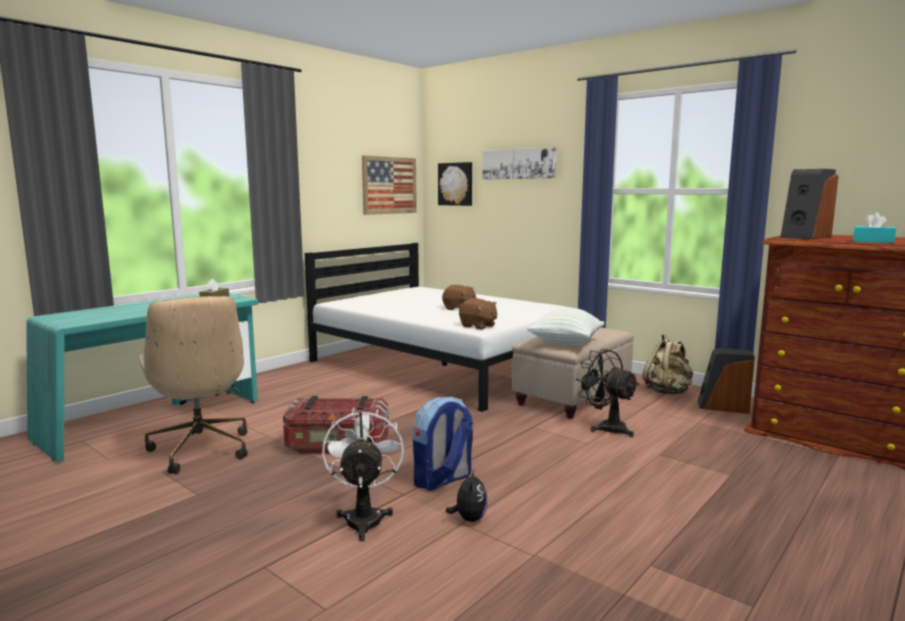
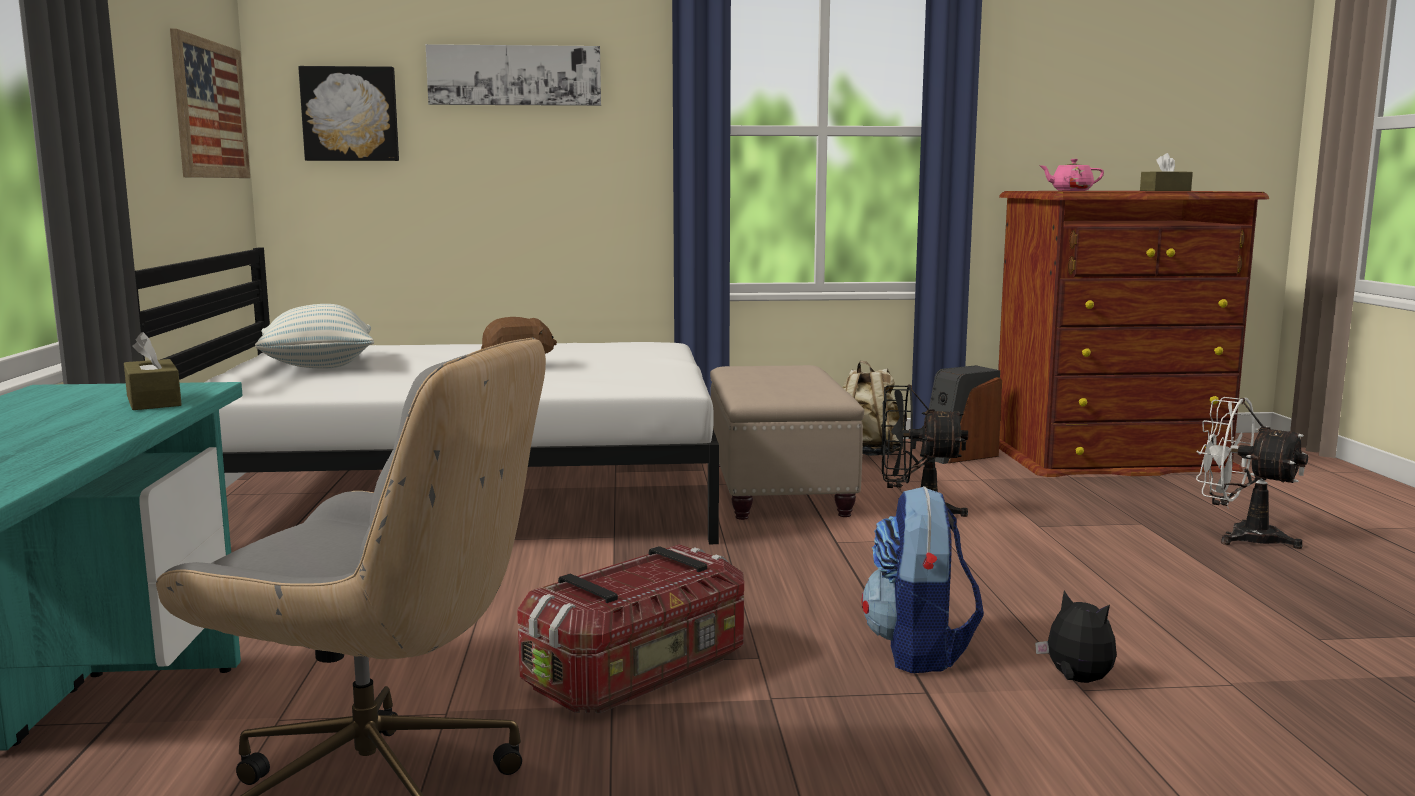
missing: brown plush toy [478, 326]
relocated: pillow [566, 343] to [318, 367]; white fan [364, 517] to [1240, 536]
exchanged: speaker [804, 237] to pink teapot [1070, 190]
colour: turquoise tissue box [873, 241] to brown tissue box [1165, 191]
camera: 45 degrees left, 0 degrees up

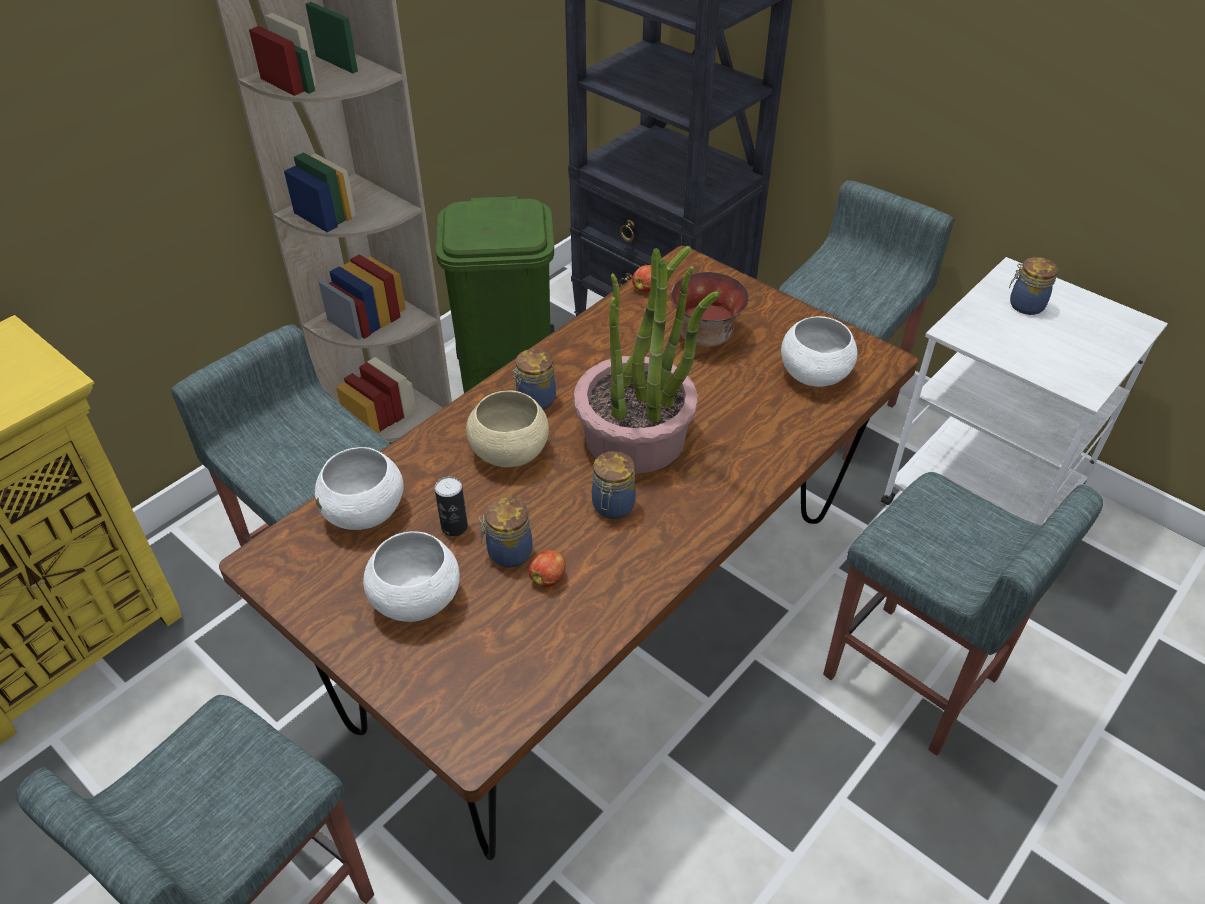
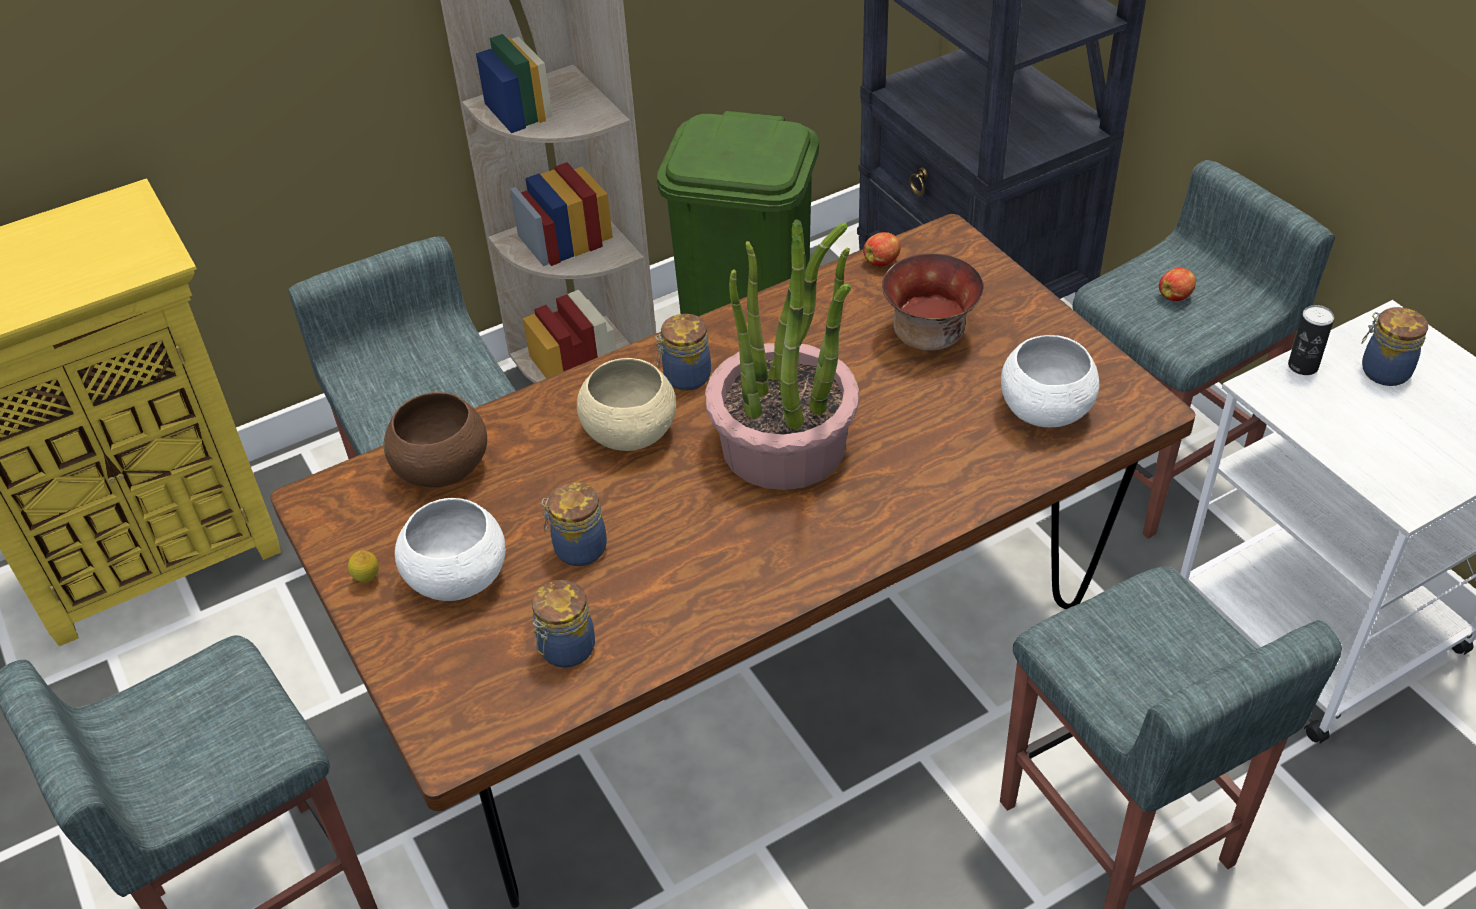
appeared: lemon [367, 580]
relocated: jar [612, 507] to [565, 650]; apple [548, 578] to [1175, 296]; can [454, 527] to [1303, 366]
colour: white bowl [365, 512] to brown bowl [443, 469]
camera: 20 degrees right, 0 degrees up

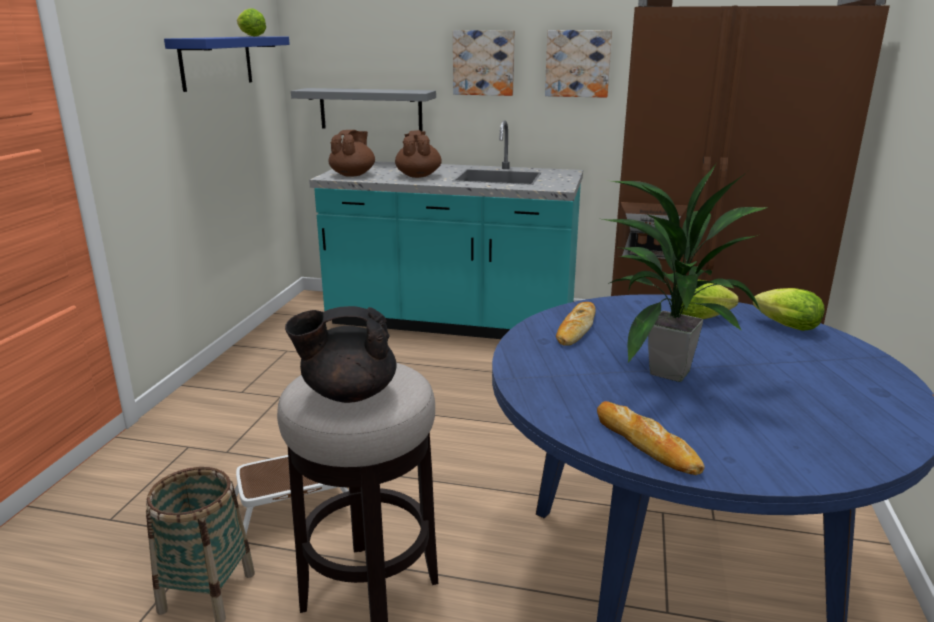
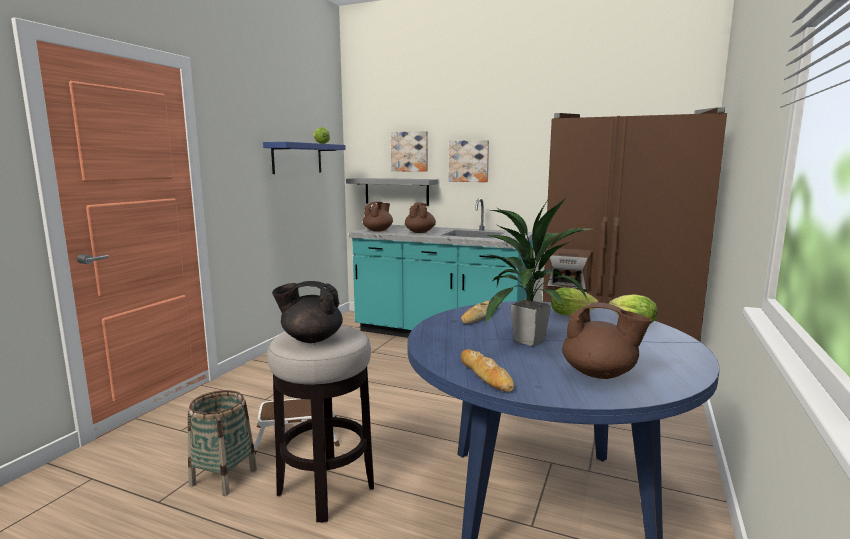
appeared: brown teapot [600, 374]
relocated: picture [578, 63] to [410, 151]
camera: 10 degrees right, 10 degrees down

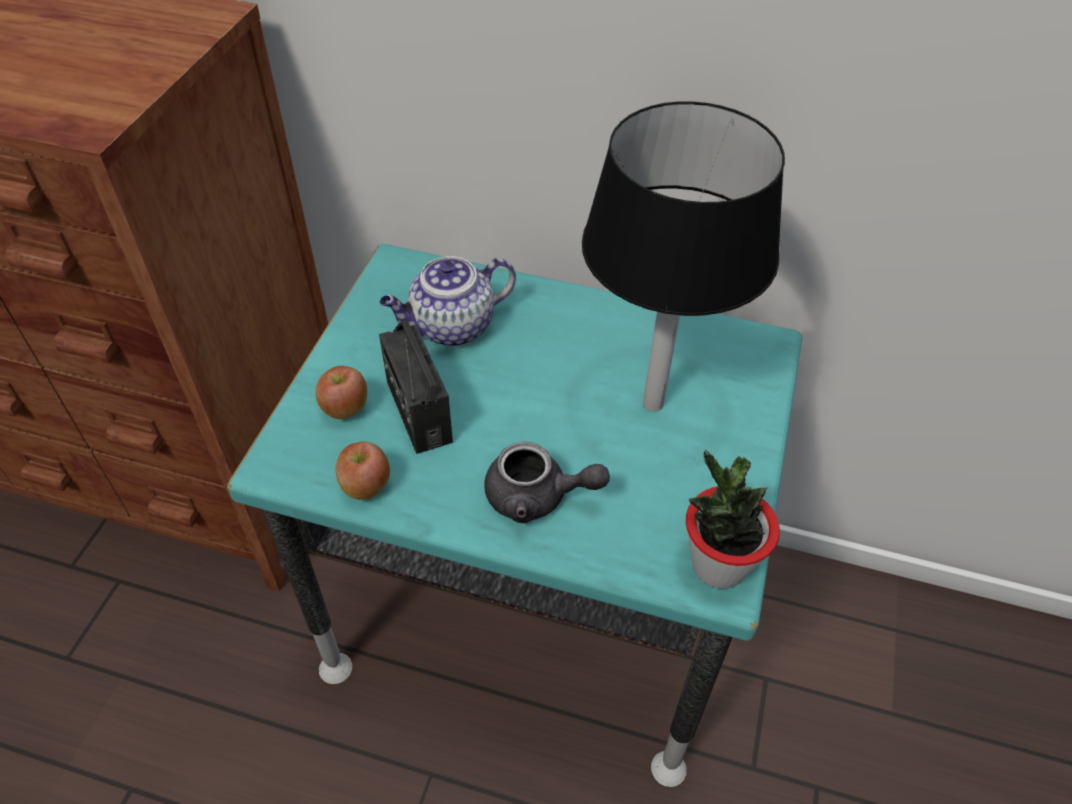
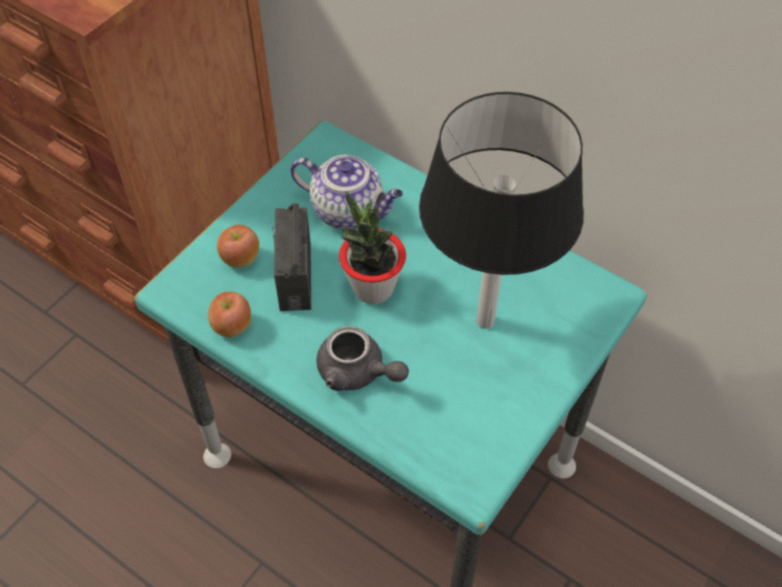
relocated: potted plant [718, 564] to [372, 288]
spun: teapot [451, 327] = [349, 211] 150 degrees counterclockwise
camera: 20 degrees right, 5 degrees up

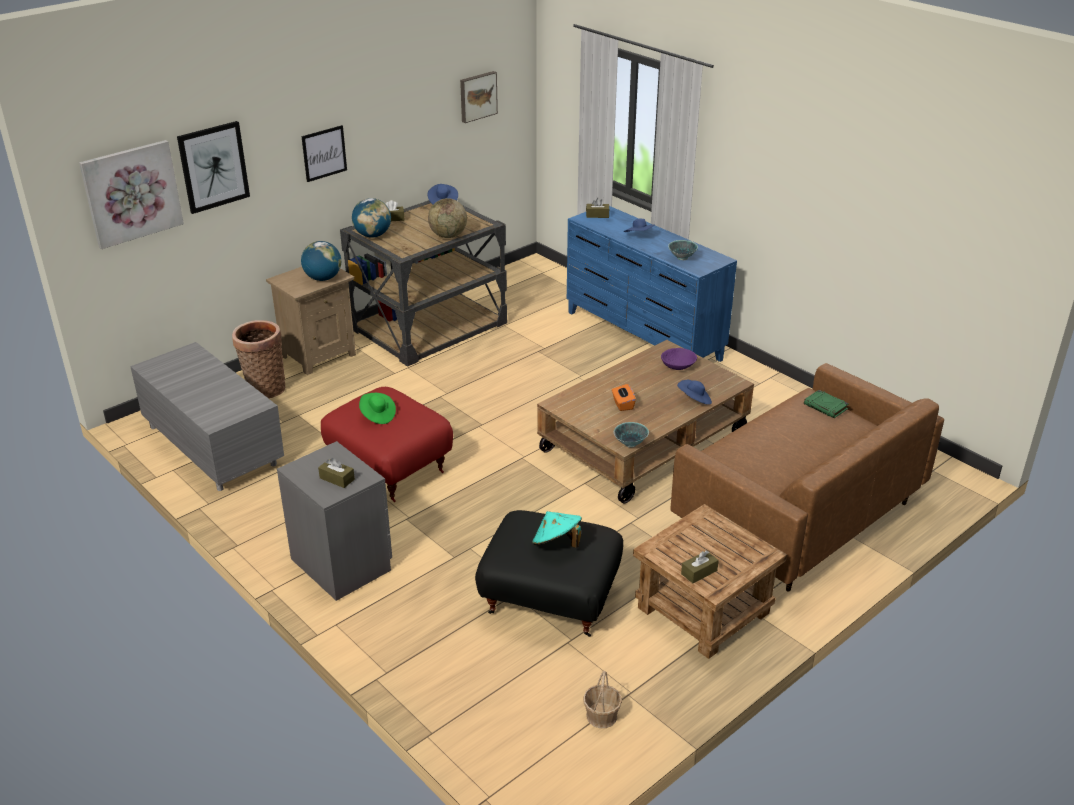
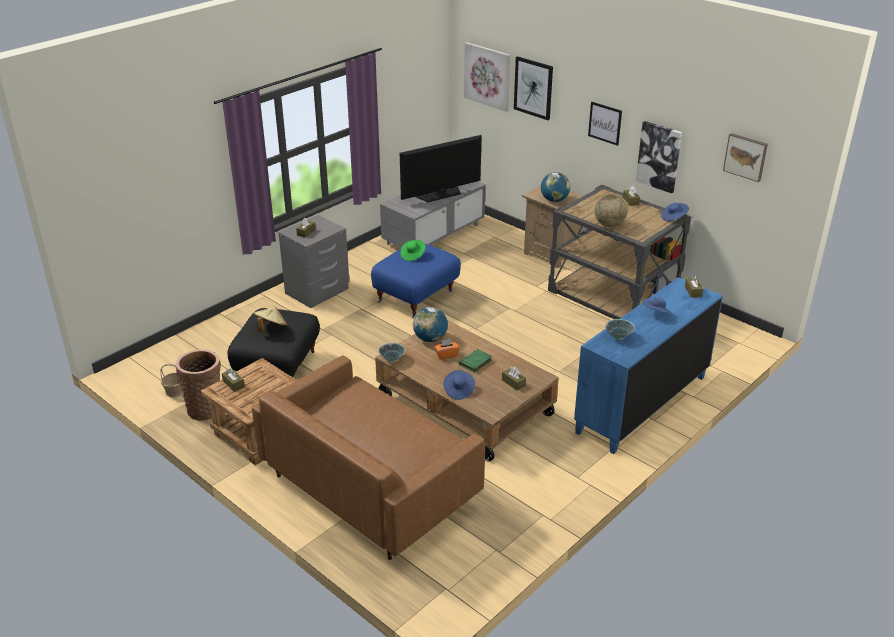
appeared: television [440, 195]; picture [659, 156]
relocated: basket [264, 388] to [205, 408]; globe [373, 235] to [430, 339]; green book [826, 407] to [475, 363]
exchanged: purple bowl [678, 365] to brown tissue box [513, 383]
colour: turquoise hat [556, 544] to beige hat [271, 329]; red ottoman [391, 467] to blue ottoman [416, 297]
camera: 85 degrees right, 0 degrees up

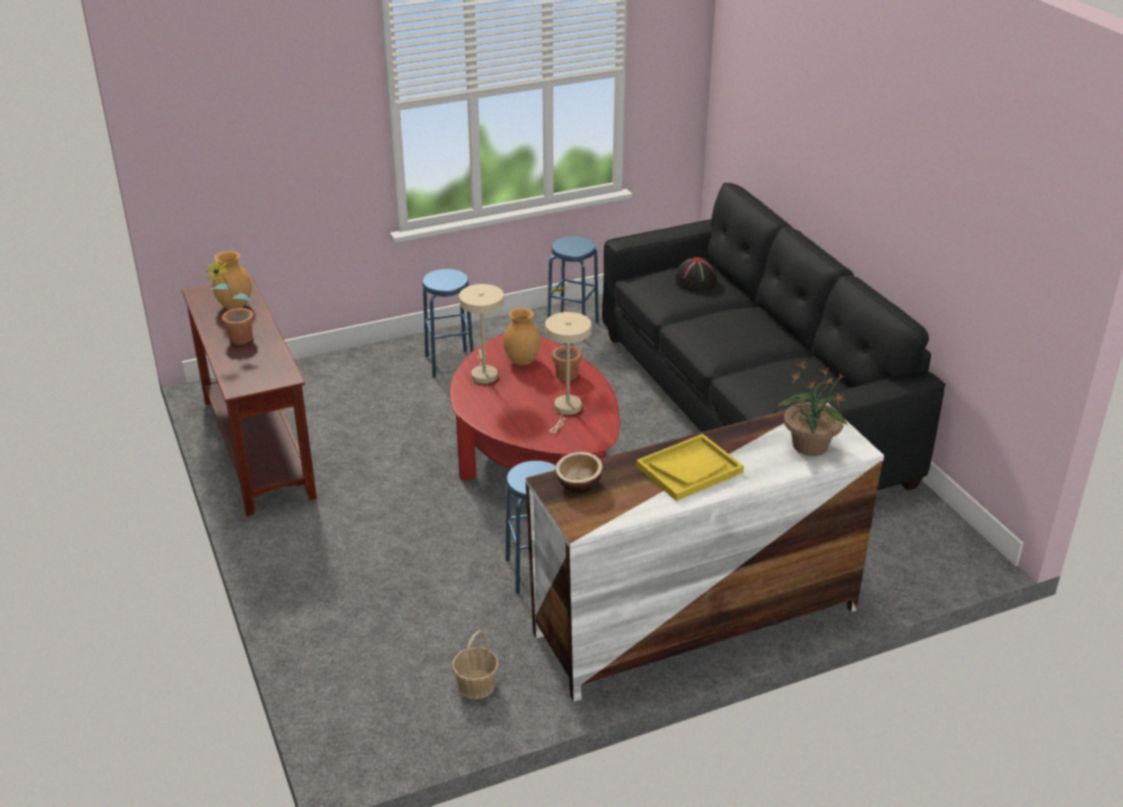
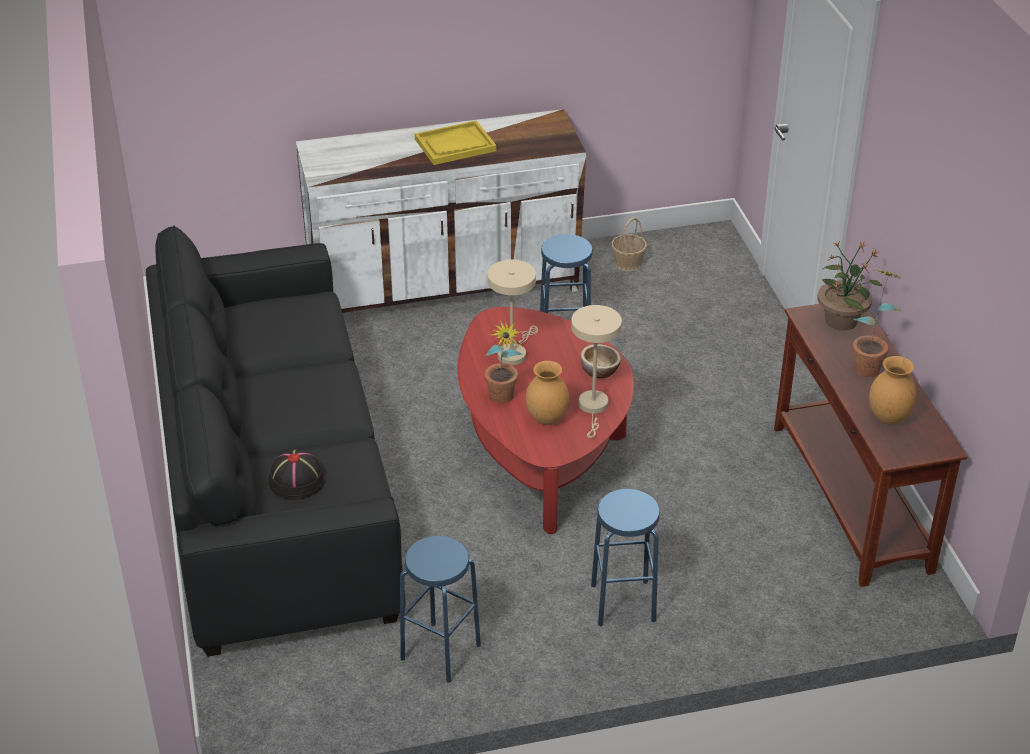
relocated: bowl [579, 484] to [599, 370]; potted plant [809, 446] to [841, 320]
camera: 170 degrees left, 5 degrees up

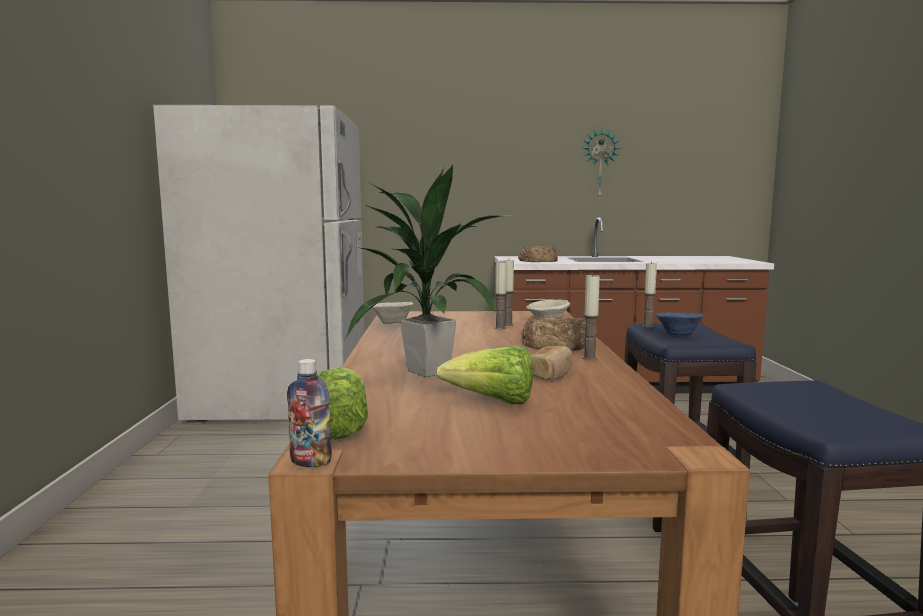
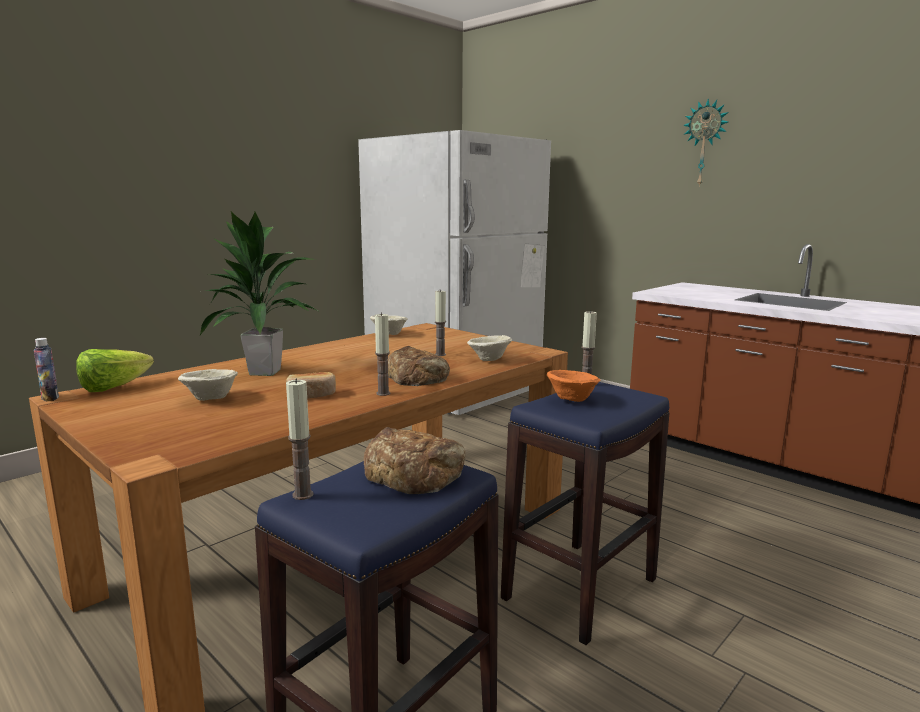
relocated: candle [507, 324] to [302, 495]; bread [538, 260] to [414, 472]; wall clock [600, 164] to [705, 143]
exchanged: lettuce [492, 402] to beige bowl [210, 399]
colour: blue bowl [677, 335] to orange bowl [571, 400]
camera: 45 degrees right, 5 degrees up

